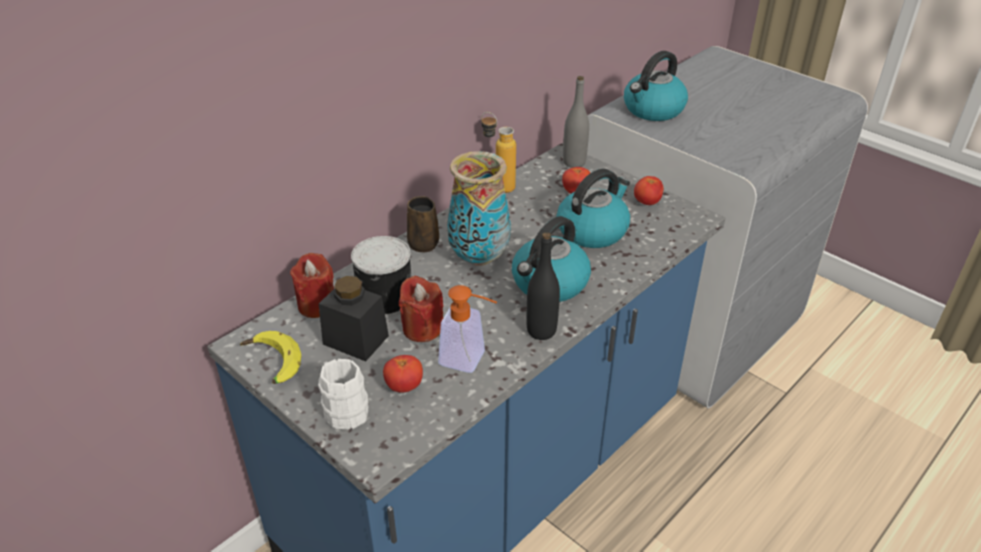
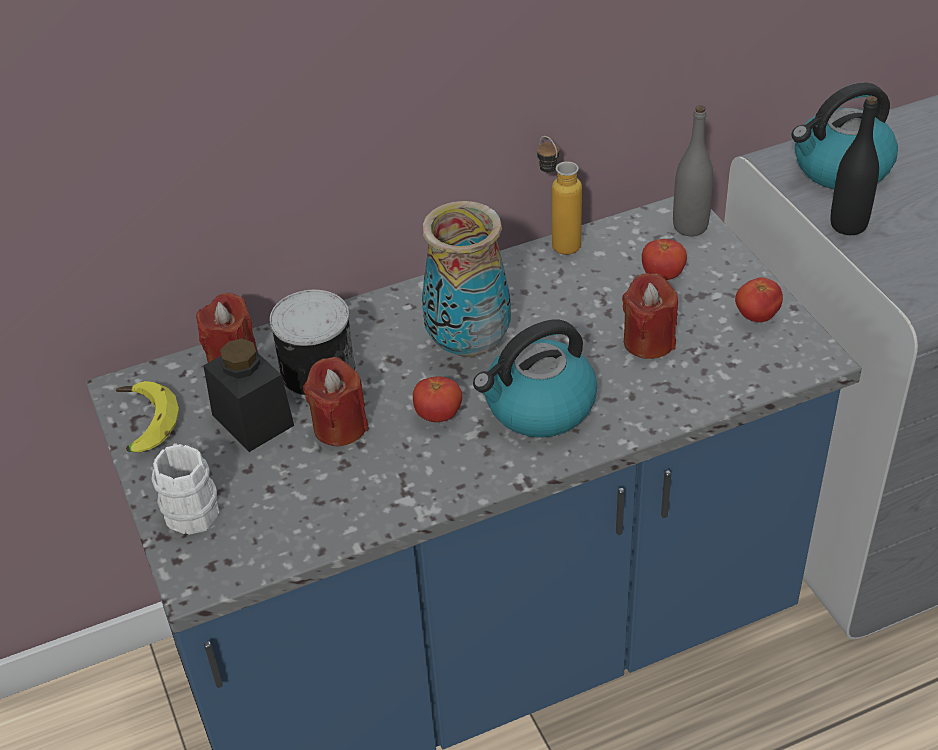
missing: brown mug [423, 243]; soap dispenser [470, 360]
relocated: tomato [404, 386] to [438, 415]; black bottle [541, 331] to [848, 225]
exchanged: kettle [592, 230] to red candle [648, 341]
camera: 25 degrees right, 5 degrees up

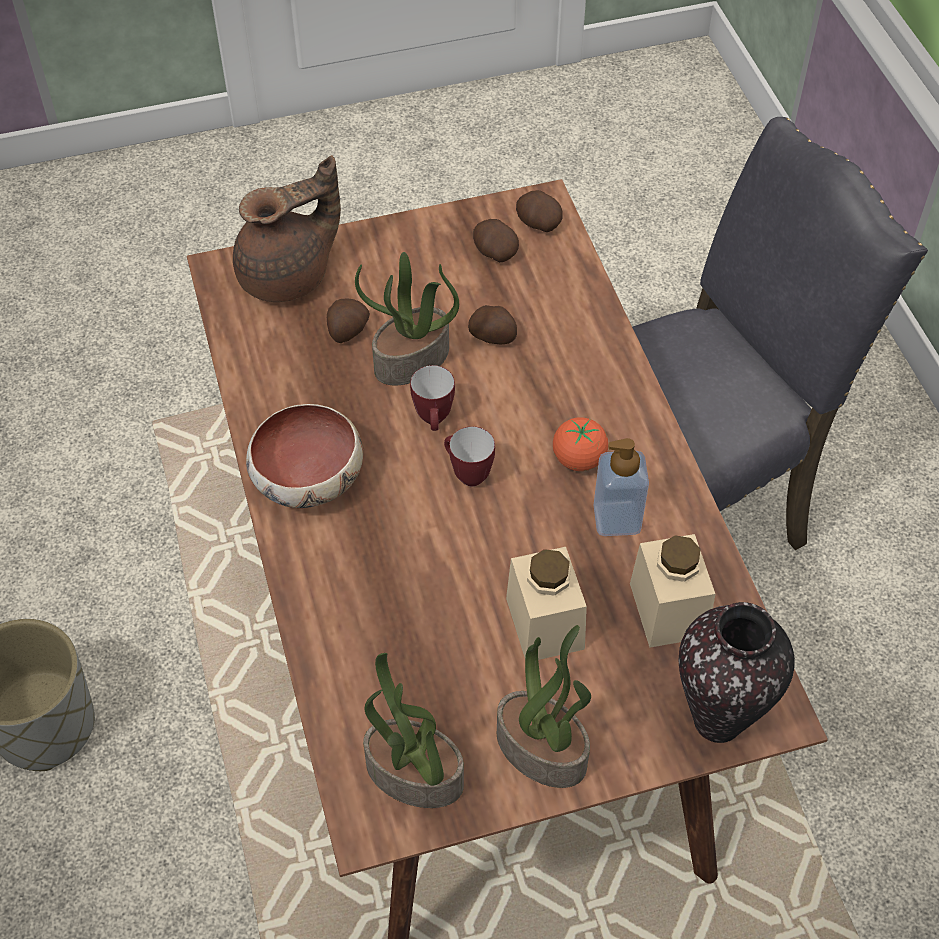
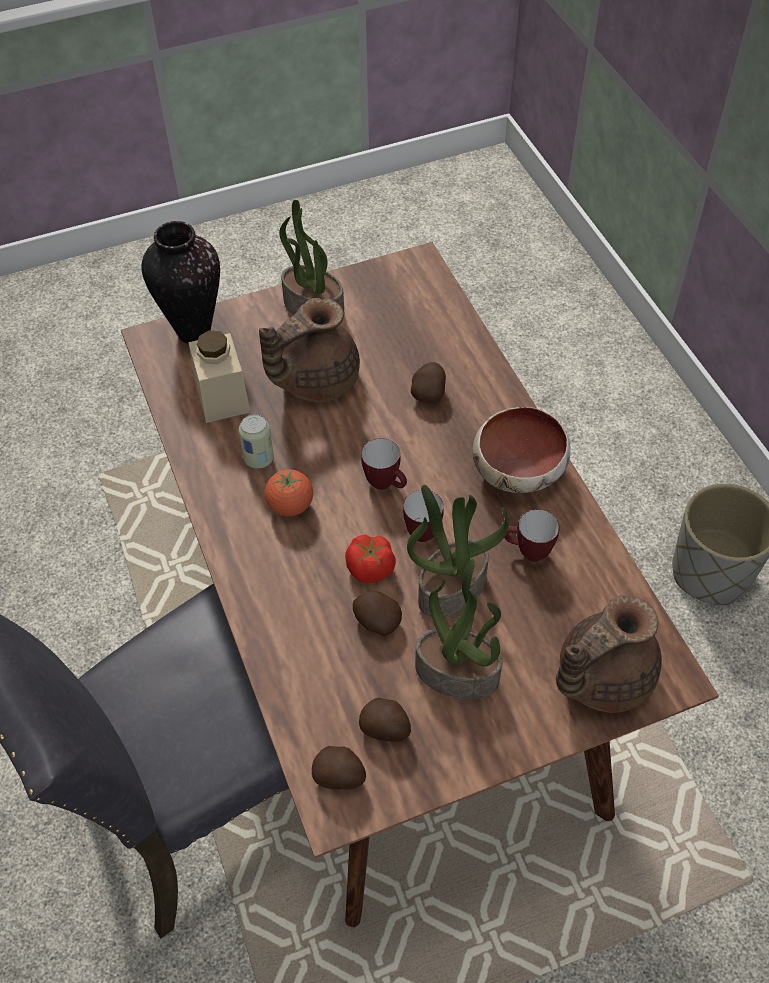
appeared: tomato [371, 569]; mug [527, 553]
relocated: potato [347, 331] to [429, 392]; potted plant [412, 775] to [458, 672]
exchanged: soap dispenser [617, 518] to can [259, 459]; beige jar [545, 623] to brown teapot [314, 380]
camera: 175 degrees right, 0 degrees up

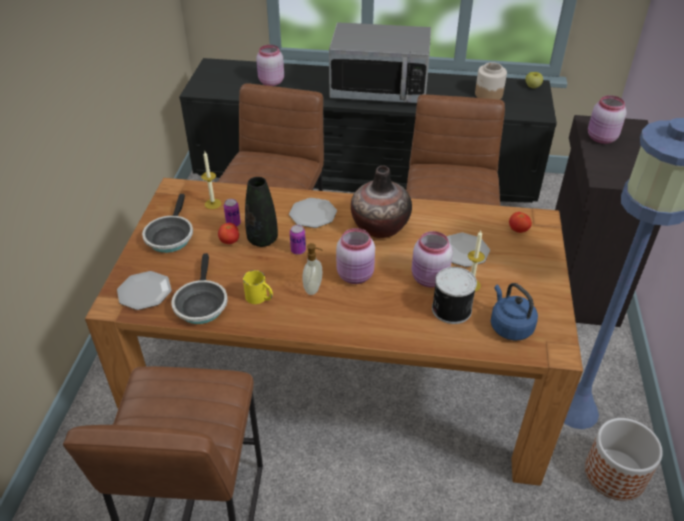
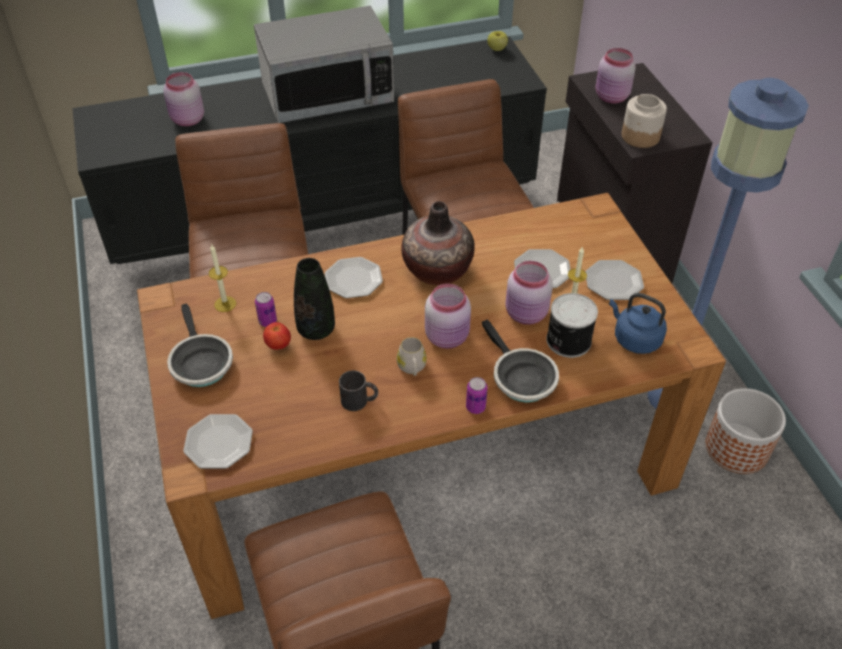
missing: tomato [518, 230]
appeared: plate [613, 282]
relocated: can [298, 250] to [475, 407]; frying pan [201, 303] to [520, 377]; jar [488, 94] to [640, 136]
exchanged: soap dispenser [313, 288] to white mug [412, 368]
colour: yellow mug [260, 298] to black mug [359, 401]
camera: 25 degrees left, 5 degrees up

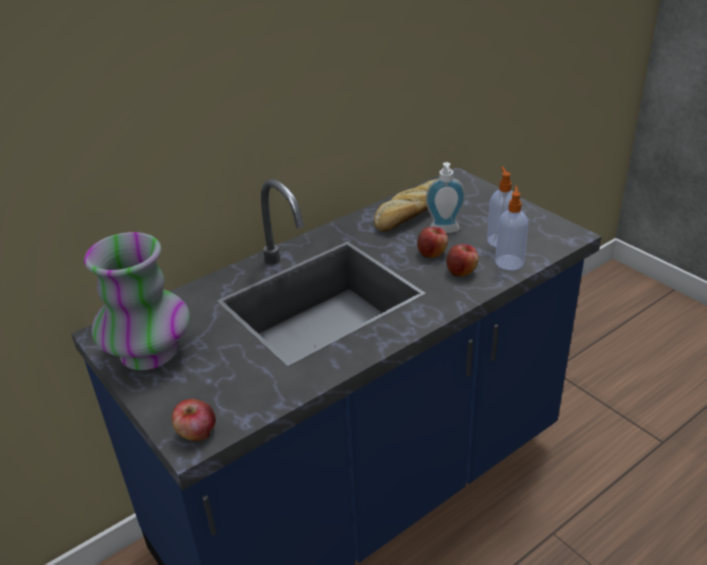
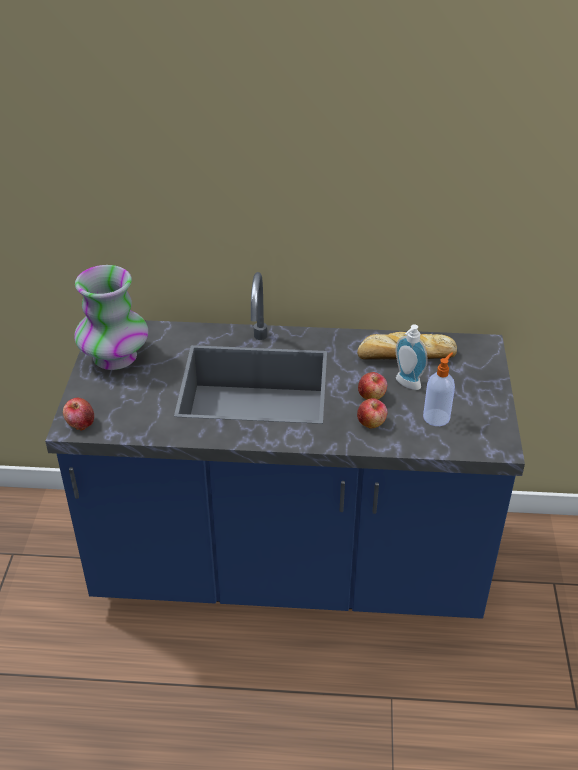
missing: soap dispenser [509, 262]
camera: 40 degrees right, 5 degrees up

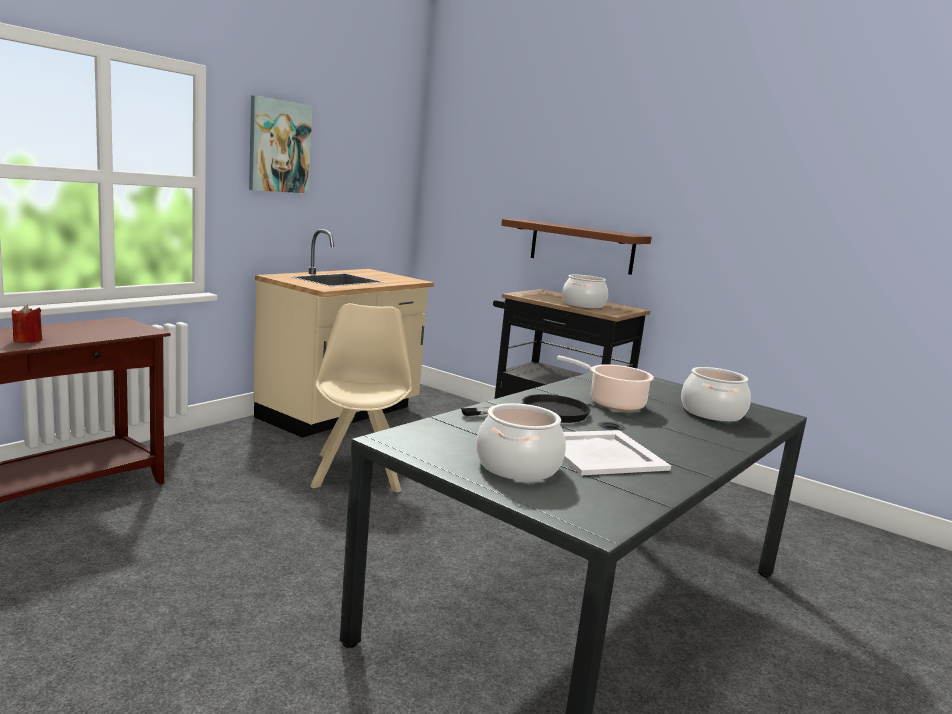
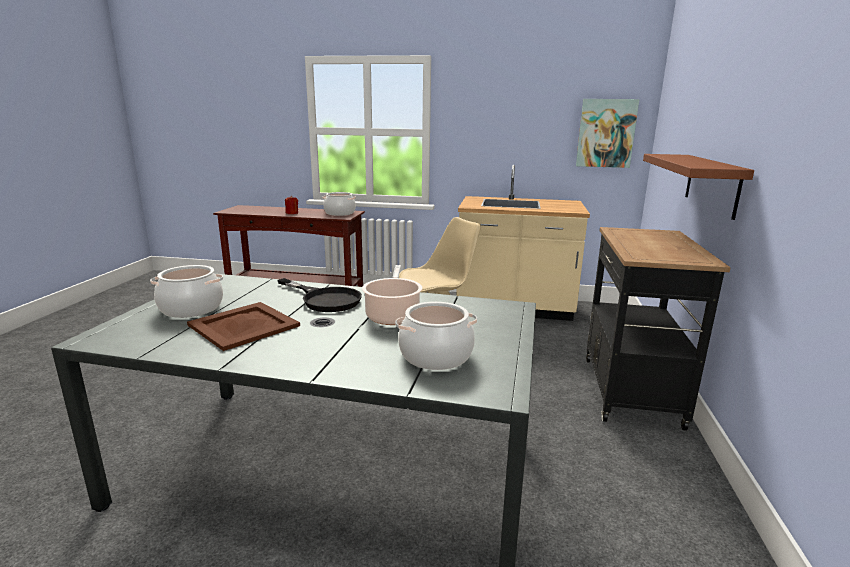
relocated: cooking pot [583, 305] to [339, 213]; picture [279, 146] to [606, 133]
colour: white tray [602, 453] to brown tray [243, 326]
camera: 65 degrees right, 5 degrees up

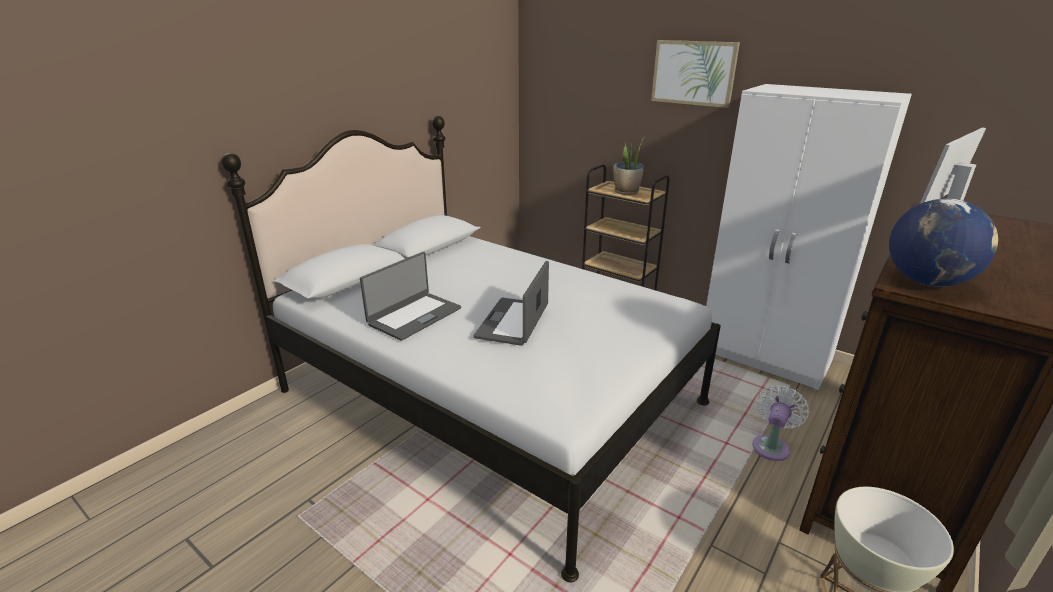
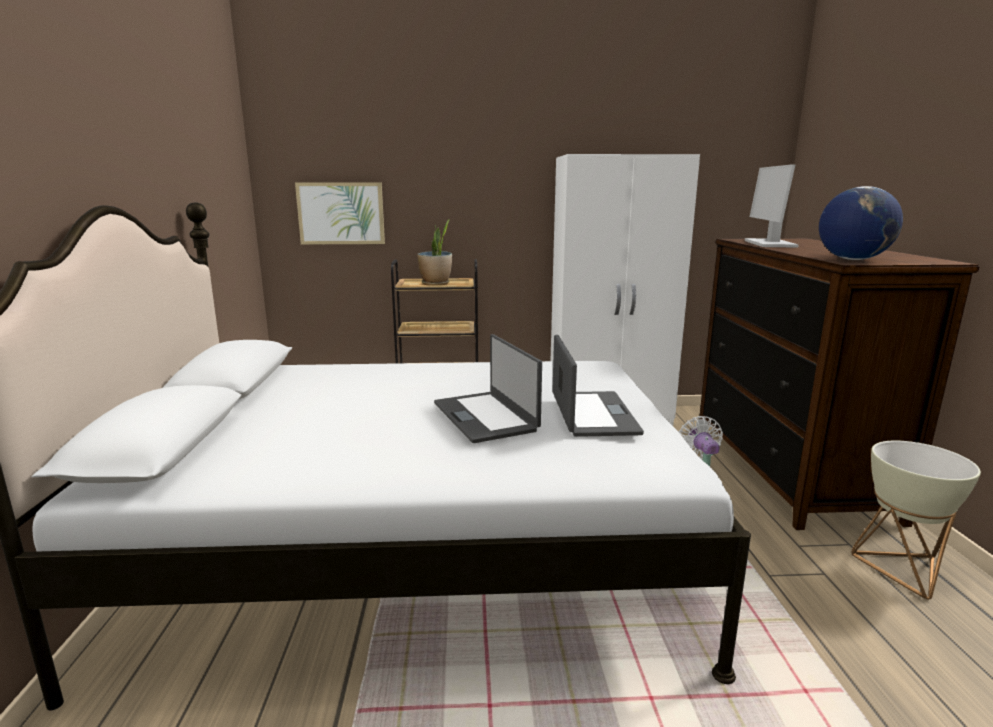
relocated: picture [693, 73] to [341, 213]; laptop [414, 316] to [592, 414]
camera: 40 degrees left, 10 degrees down

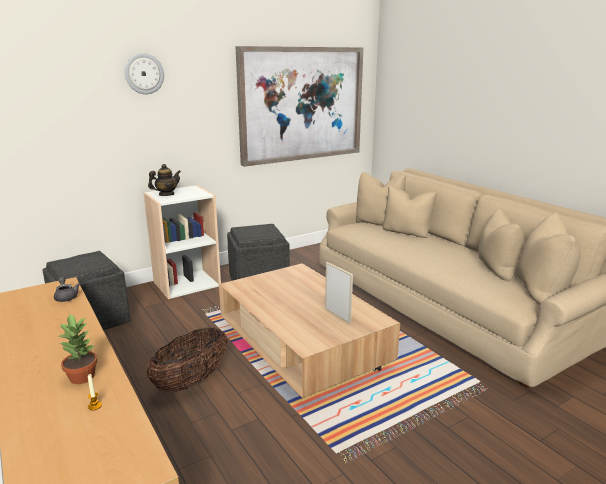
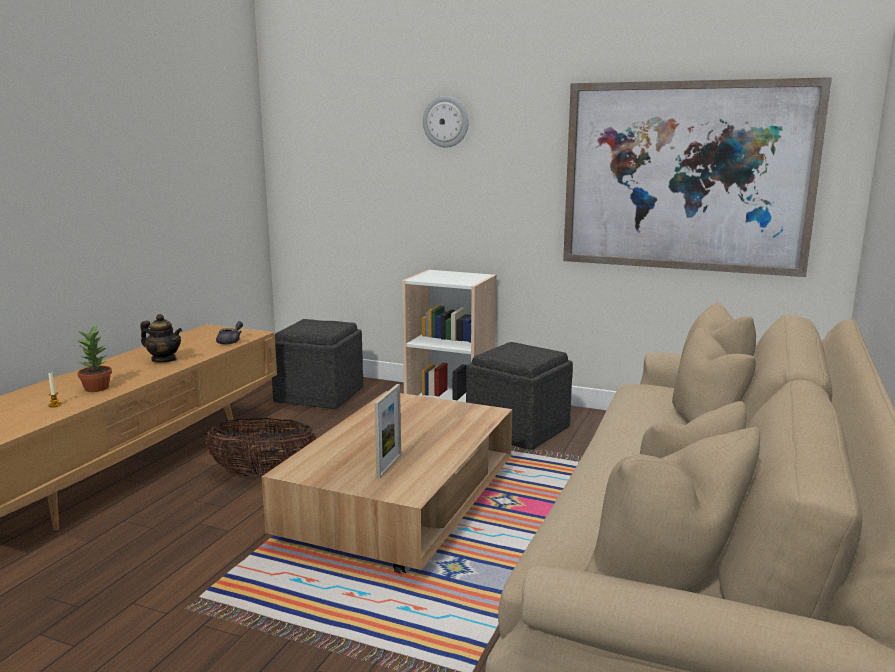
relocated: teapot [166, 194] to [164, 360]
camera: 55 degrees right, 5 degrees down

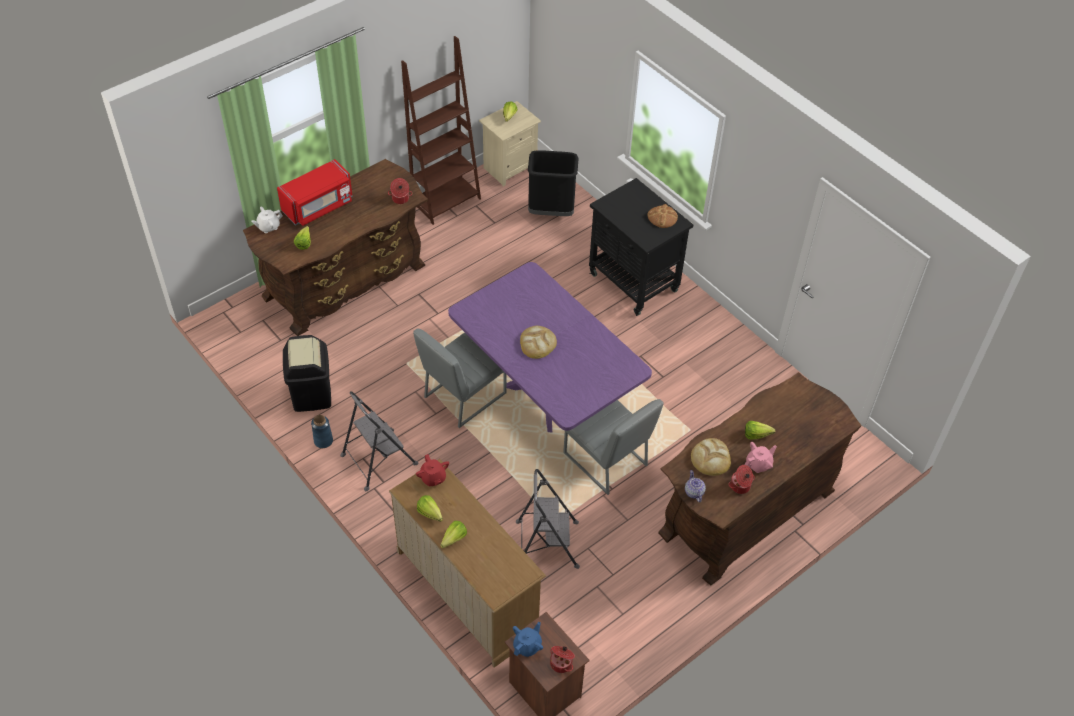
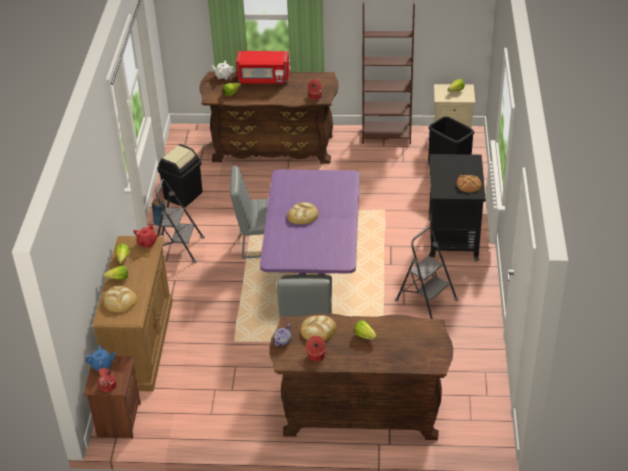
missing: pink teapot [758, 464]
appeared: bread [120, 301]
relocated: grey step ladder [544, 543] to [425, 299]
camera: 45 degrees right, 10 degrees down

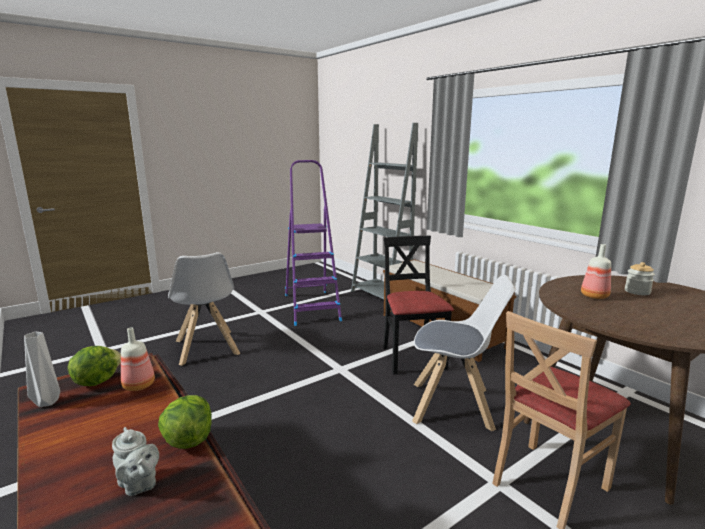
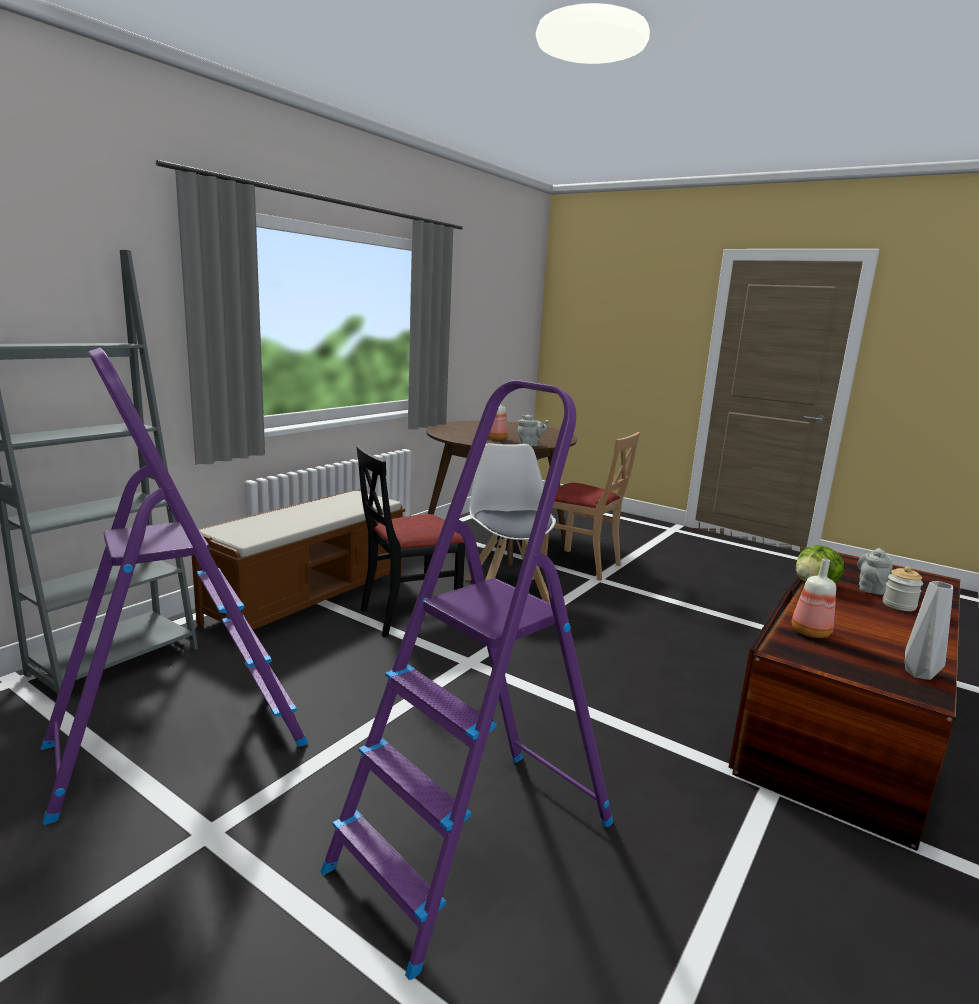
missing: lettuce [96, 381]
appeared: grey teapot [530, 445]
relocated: jar [637, 292] to [899, 605]
exchanged: chair [207, 348] to purple step ladder [474, 846]
camera: 110 degrees left, 0 degrees up

